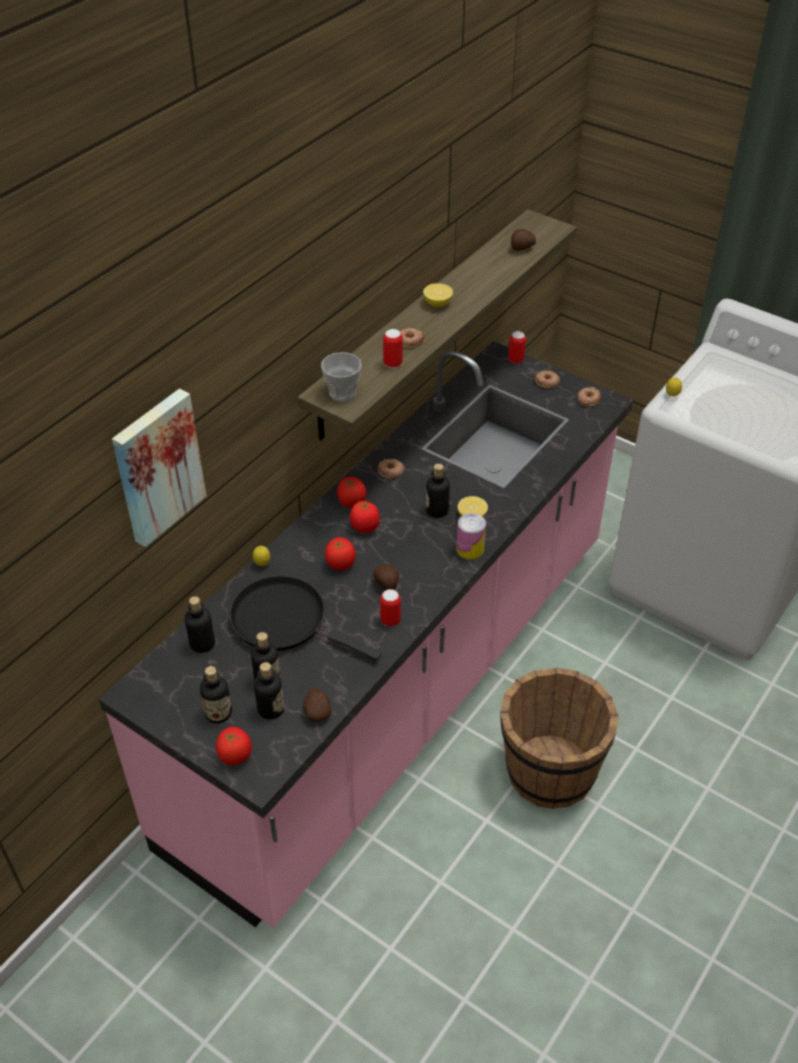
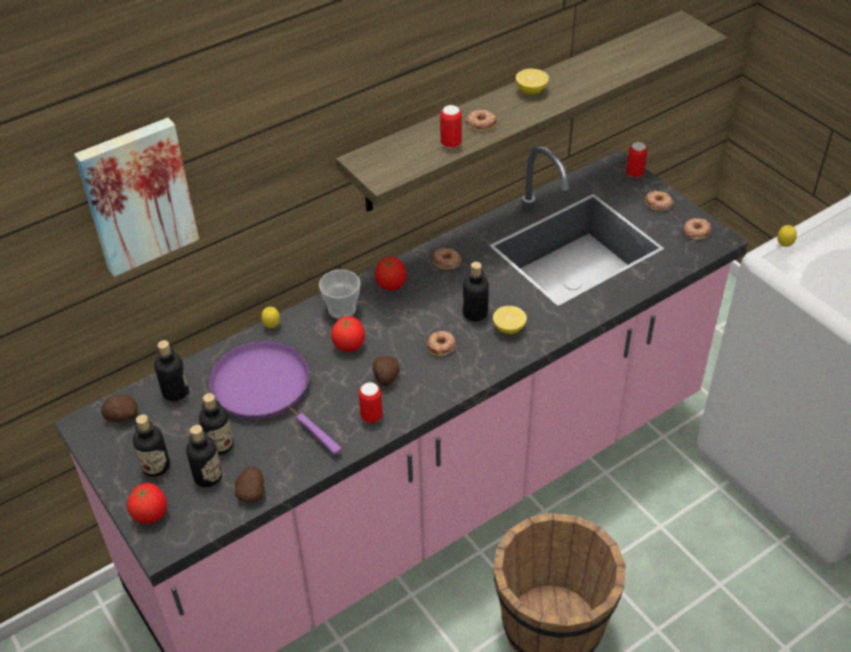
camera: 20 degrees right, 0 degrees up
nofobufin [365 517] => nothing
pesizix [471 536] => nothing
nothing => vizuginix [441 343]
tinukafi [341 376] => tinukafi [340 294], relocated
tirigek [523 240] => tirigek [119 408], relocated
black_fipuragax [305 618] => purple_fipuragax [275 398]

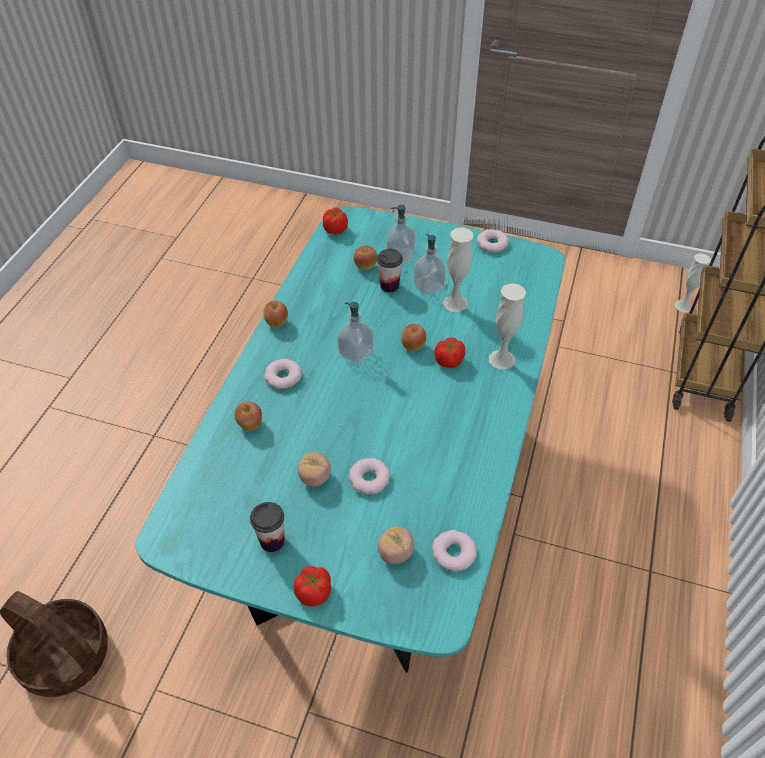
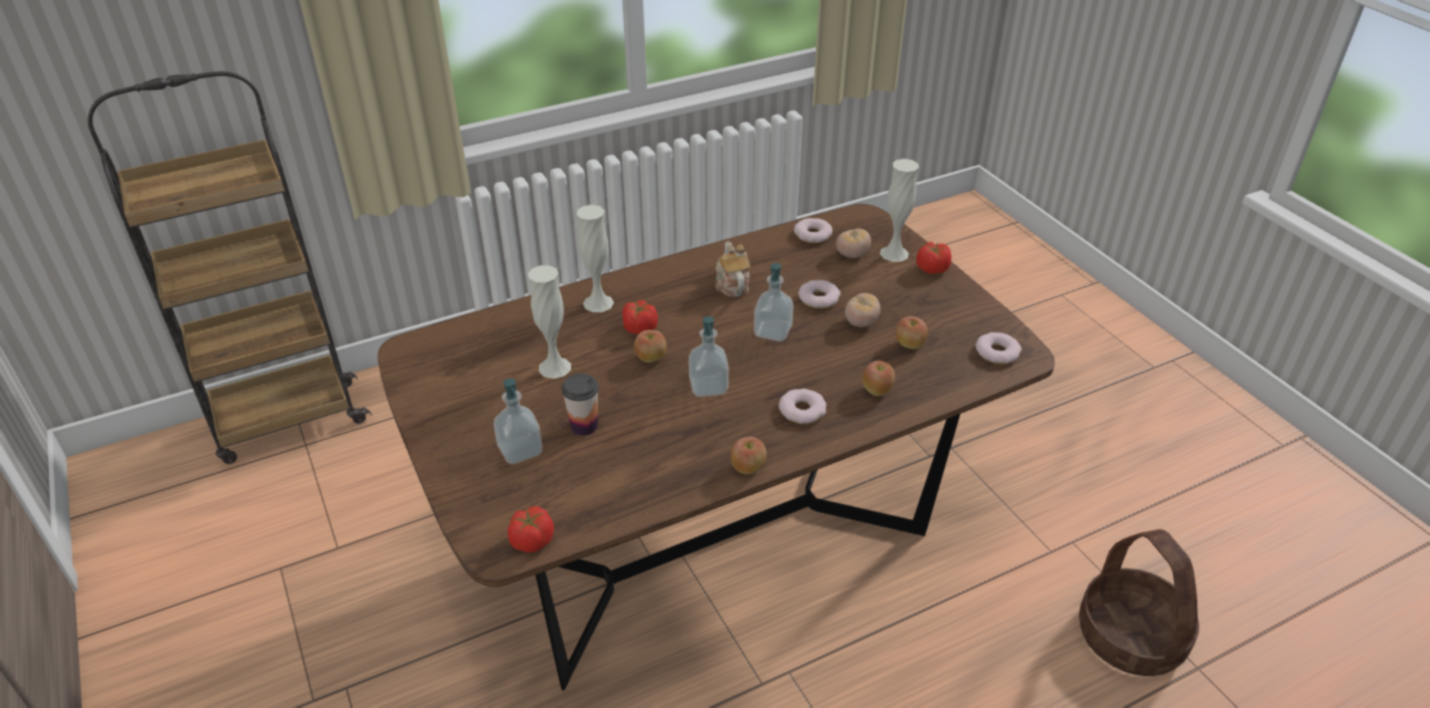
camera: 135 degrees left, 10 degrees down
tinukafi [267 527] => nothing
nothing => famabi [732 269]
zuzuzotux [365 258] => zuzuzotux [912 332], relocated
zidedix [430 264] => zidedix [774 302], relocated
vizuginix [493 240] => vizuginix [999 348], relocated
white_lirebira [692 282] => white_lirebira [899 210], relocated
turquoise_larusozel [350 439] => brown_larusozel [716 447]

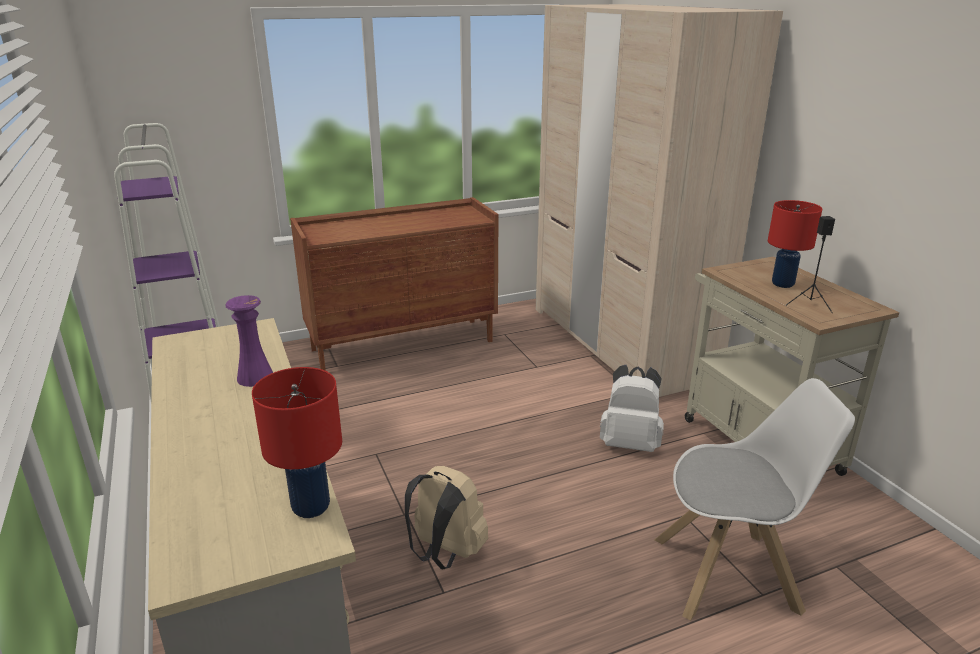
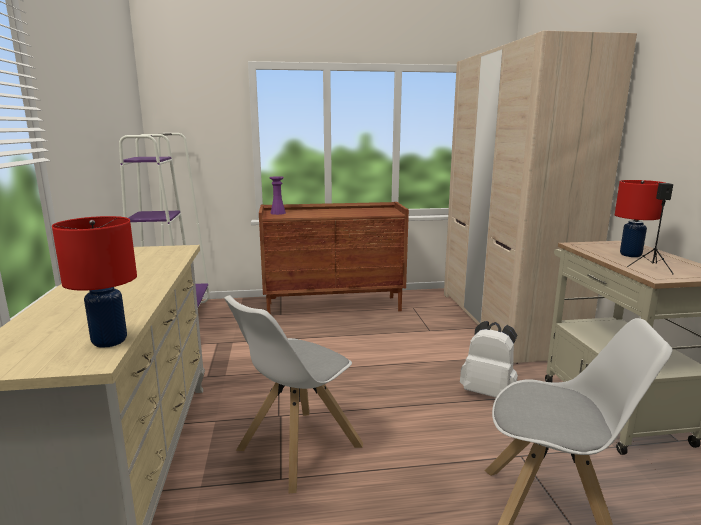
camera: 15 degrees right, 10 degrees down
purple_lirebira [249 341] => purple_lirebira [278 195], relocated
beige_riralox [446 517] => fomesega [293 394]

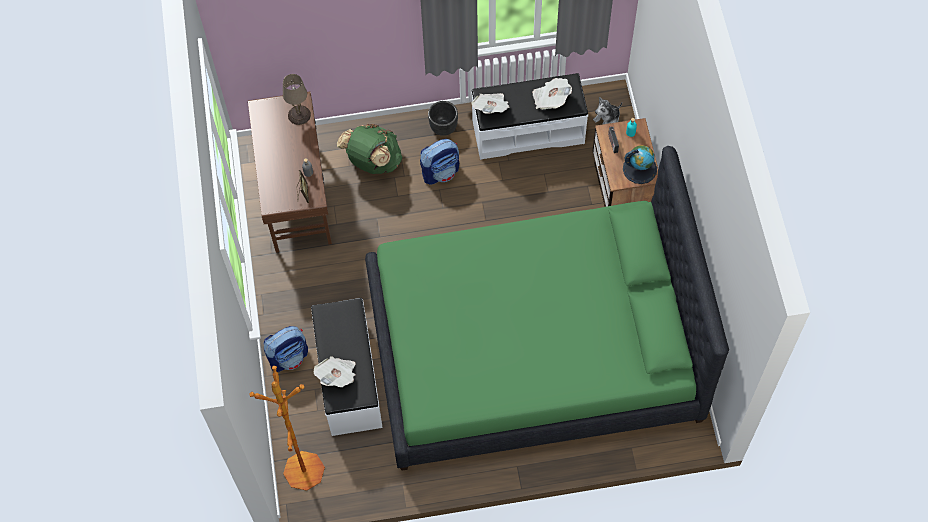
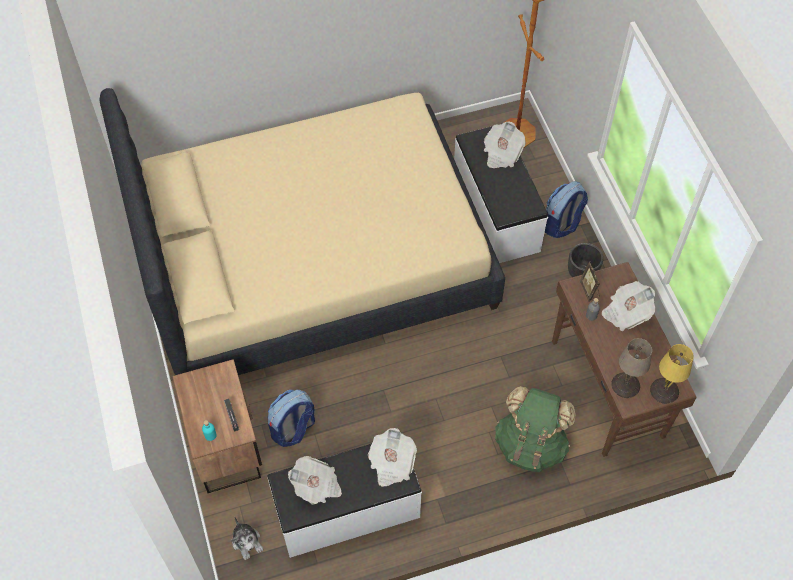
camera: 170 degrees right, 5 degrees down
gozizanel [640 164] => nothing
nothing => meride [629 306]
nothing => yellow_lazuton [672 374]
riralox [439 162] => riralox [291 418], relocated
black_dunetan [443 118] => black_dunetan [585 260], relocated
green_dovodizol [547 308] => beige_dovodizol [302 231]
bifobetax [607 110] => bifobetax [247 538], 105 degrees clockwise

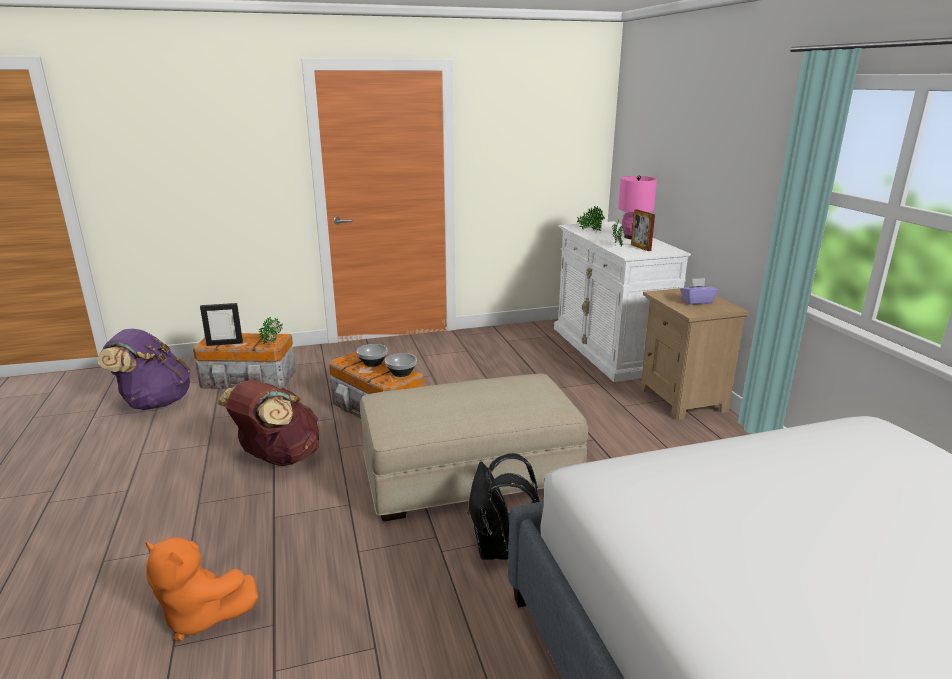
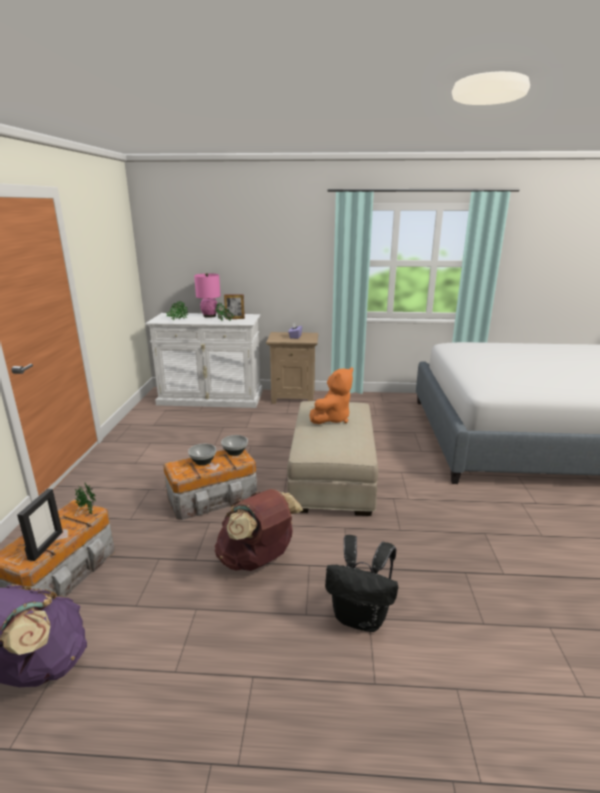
camera: 70 degrees left, 0 degrees up
orange_bifobetax [202 589] => orange_bifobetax [331 396], relocated
black_riralox [504 506] => black_riralox [361 583], relocated

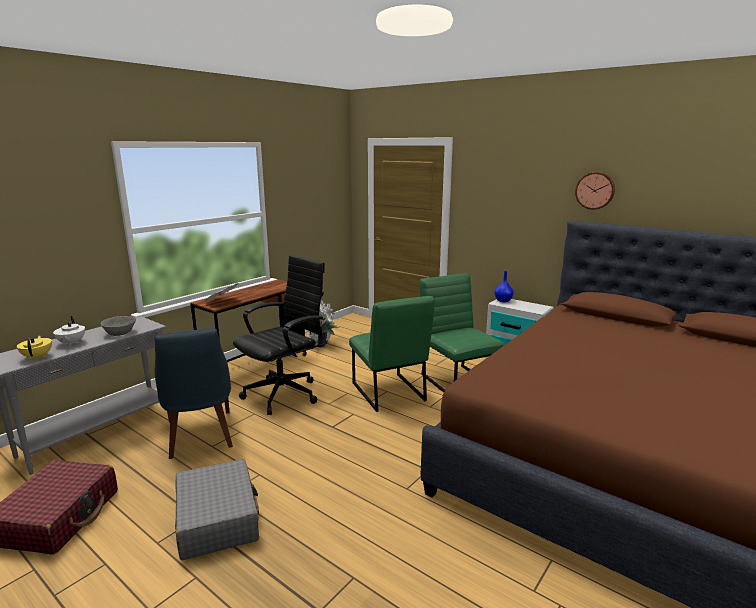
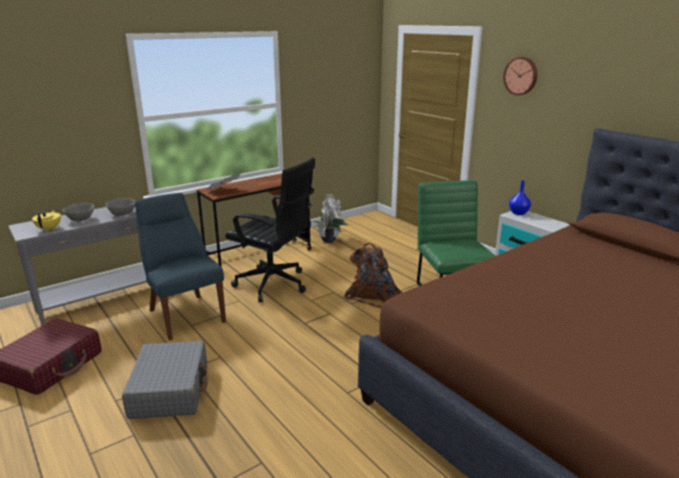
camera: 15 degrees right, 5 degrees up
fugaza [595 191] => fugaza [520 76], relocated
white_famabi [69 331] => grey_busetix [78 212]
green_fomesega [392 354] => brown_riralox [373 275]
blue_fomesega [194 393] => blue_fomesega [180 267], 150 degrees clockwise
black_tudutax [279 335] => black_tudutax [270 229], 60 degrees clockwise

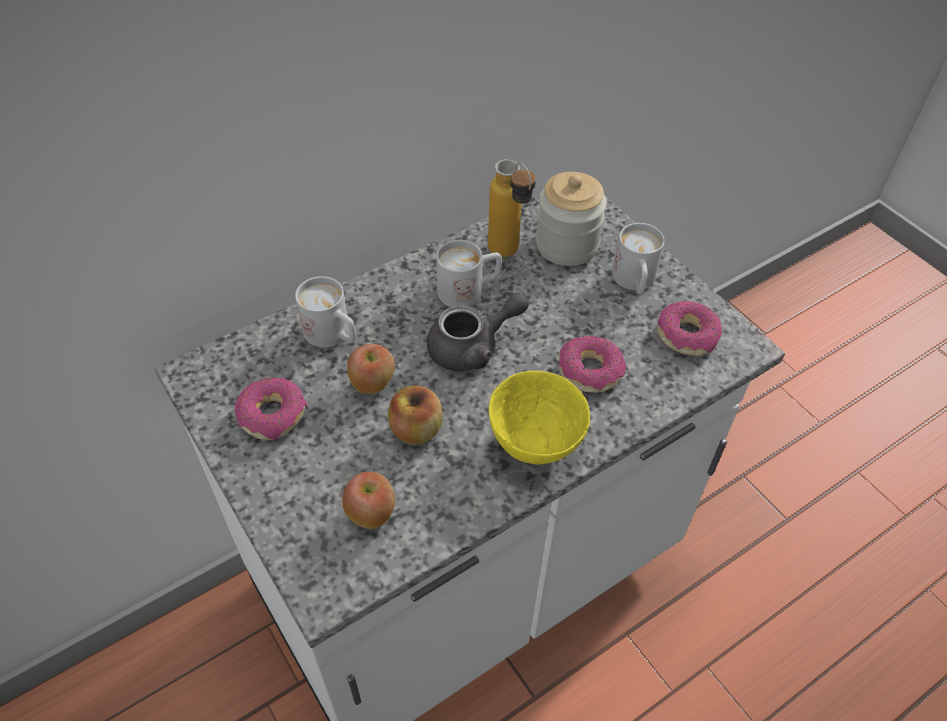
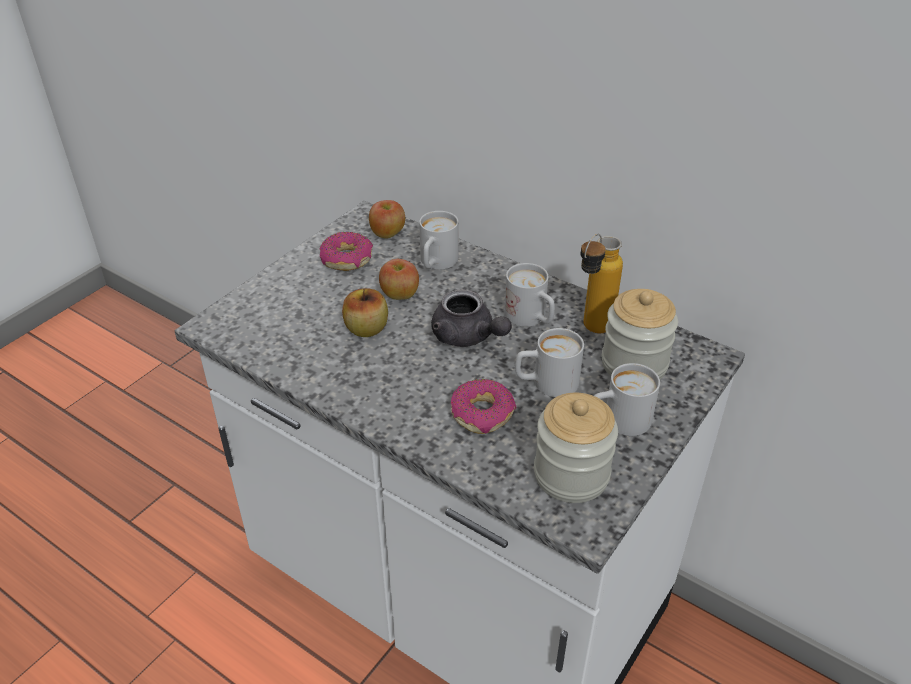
camera: 70 degrees right, 10 degrees down
yellow_busetix [539 418] => nothing
nothing => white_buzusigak [549 362]
zuzuzotux [368 500] => zuzuzotux [387 219], relocated
vizuginix [689 328] => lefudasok [576 448]

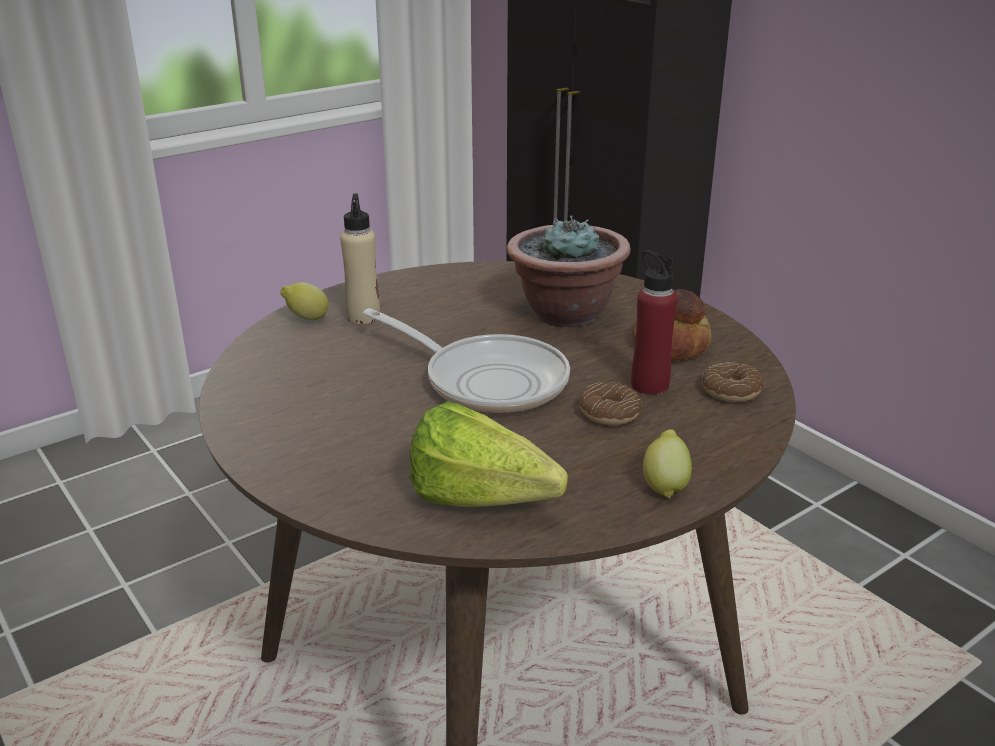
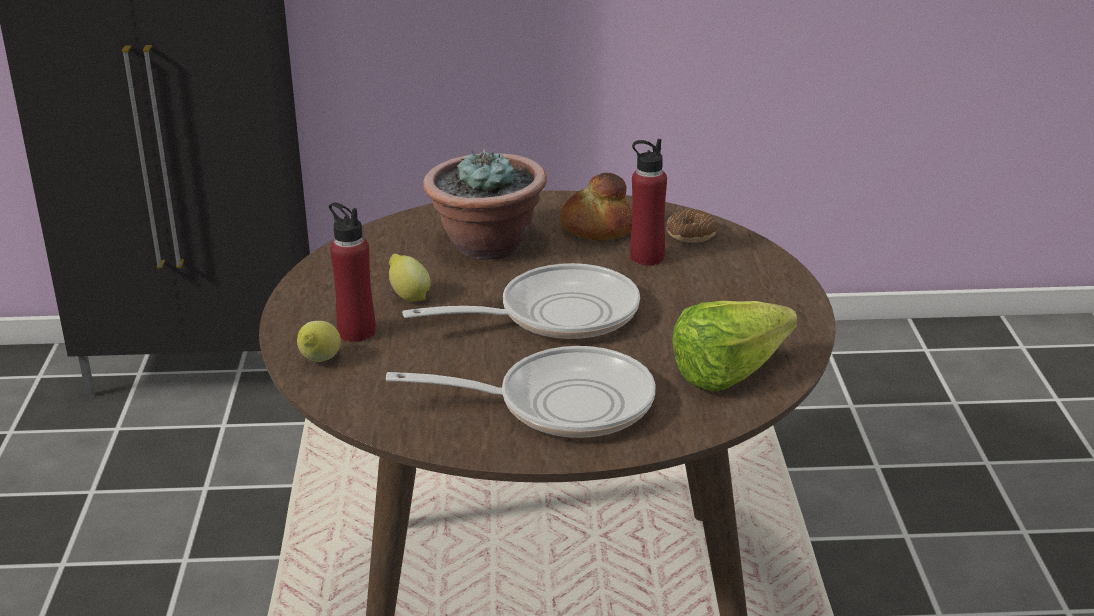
camera: 55 degrees left, 0 degrees up
vizuginix [610 403] => nothing
nothing => fipuragax [521 392]
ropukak [667 463] => ropukak [410 278], relocated
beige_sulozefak [360 258] => red_sulozefak [352 272]

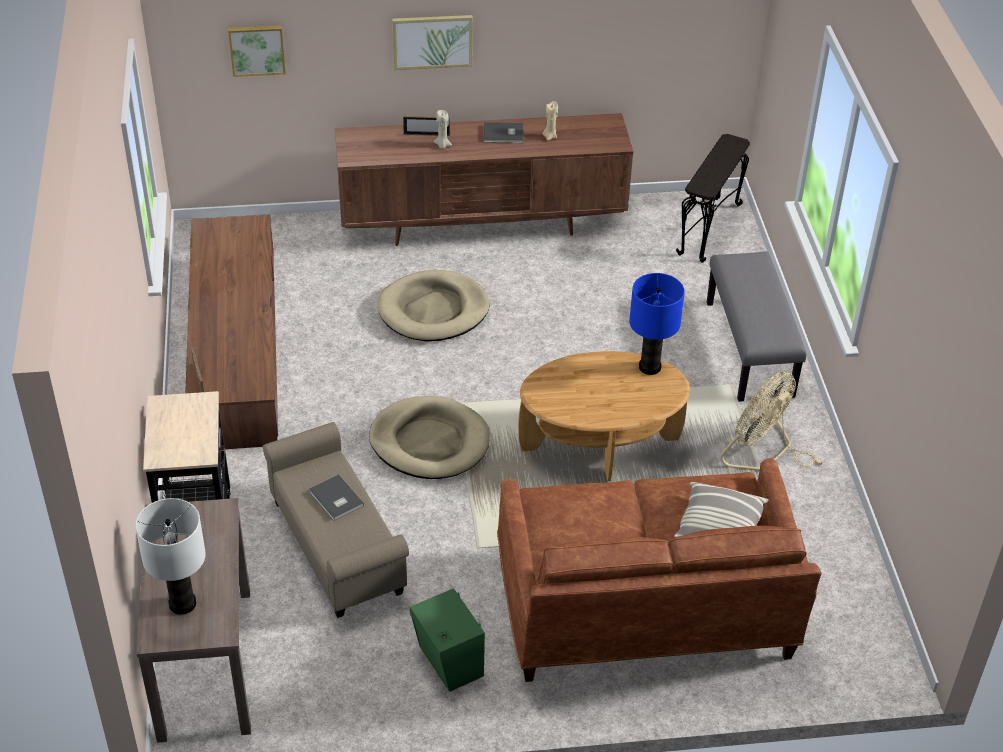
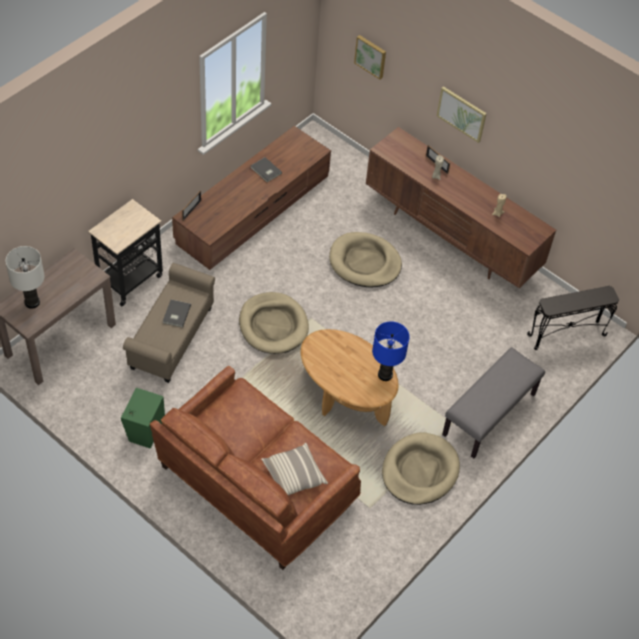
camera: 45 degrees right, 10 degrees up
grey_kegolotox [503 132] => grey_kegolotox [266 169], relocated
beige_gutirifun [771 421] => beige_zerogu [421 468]

